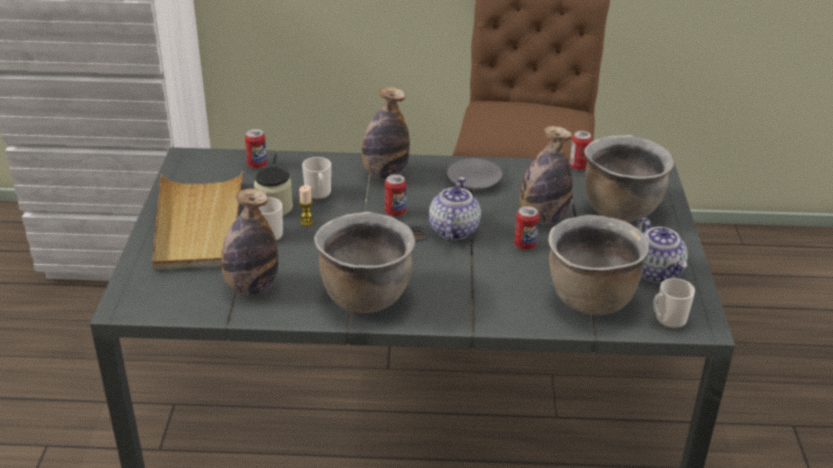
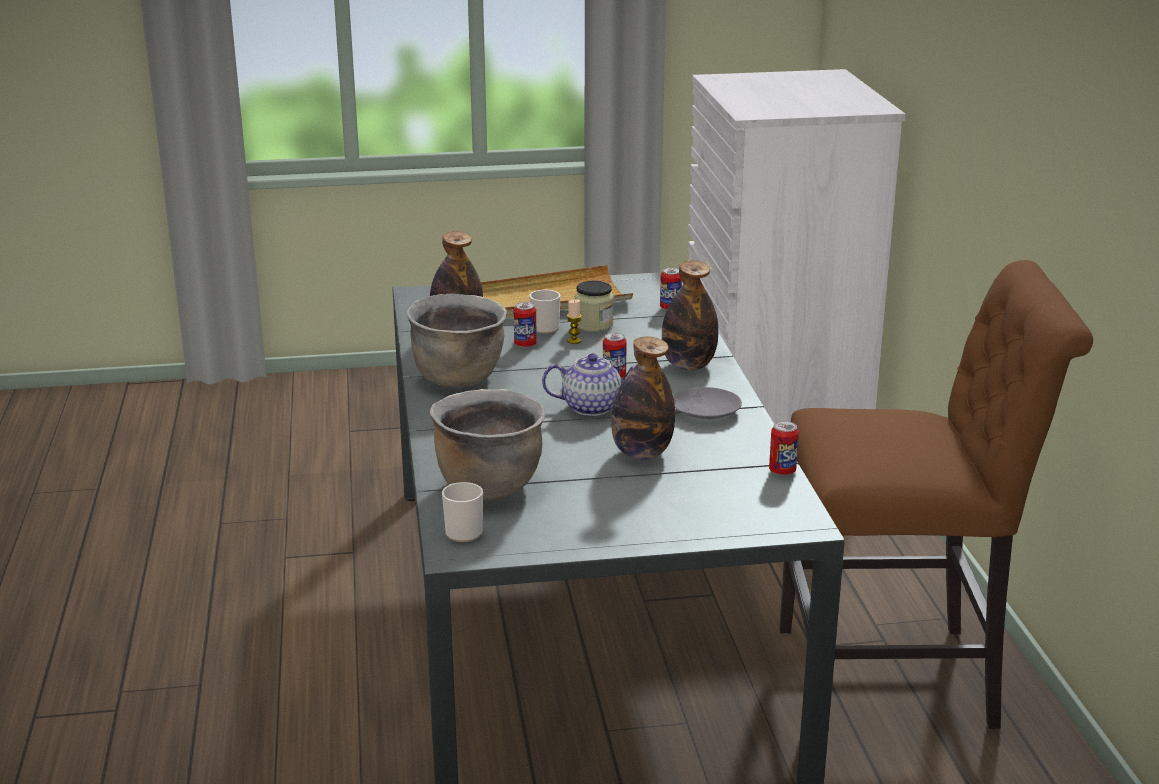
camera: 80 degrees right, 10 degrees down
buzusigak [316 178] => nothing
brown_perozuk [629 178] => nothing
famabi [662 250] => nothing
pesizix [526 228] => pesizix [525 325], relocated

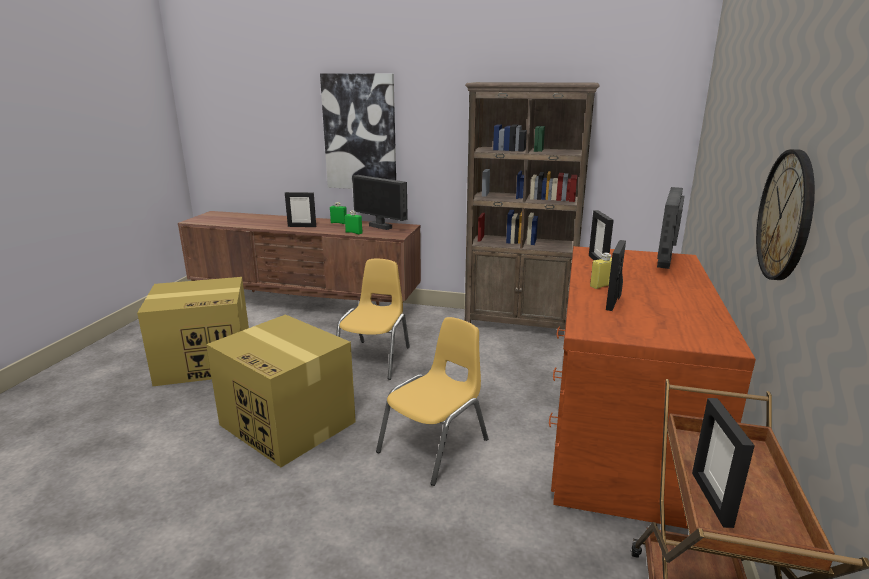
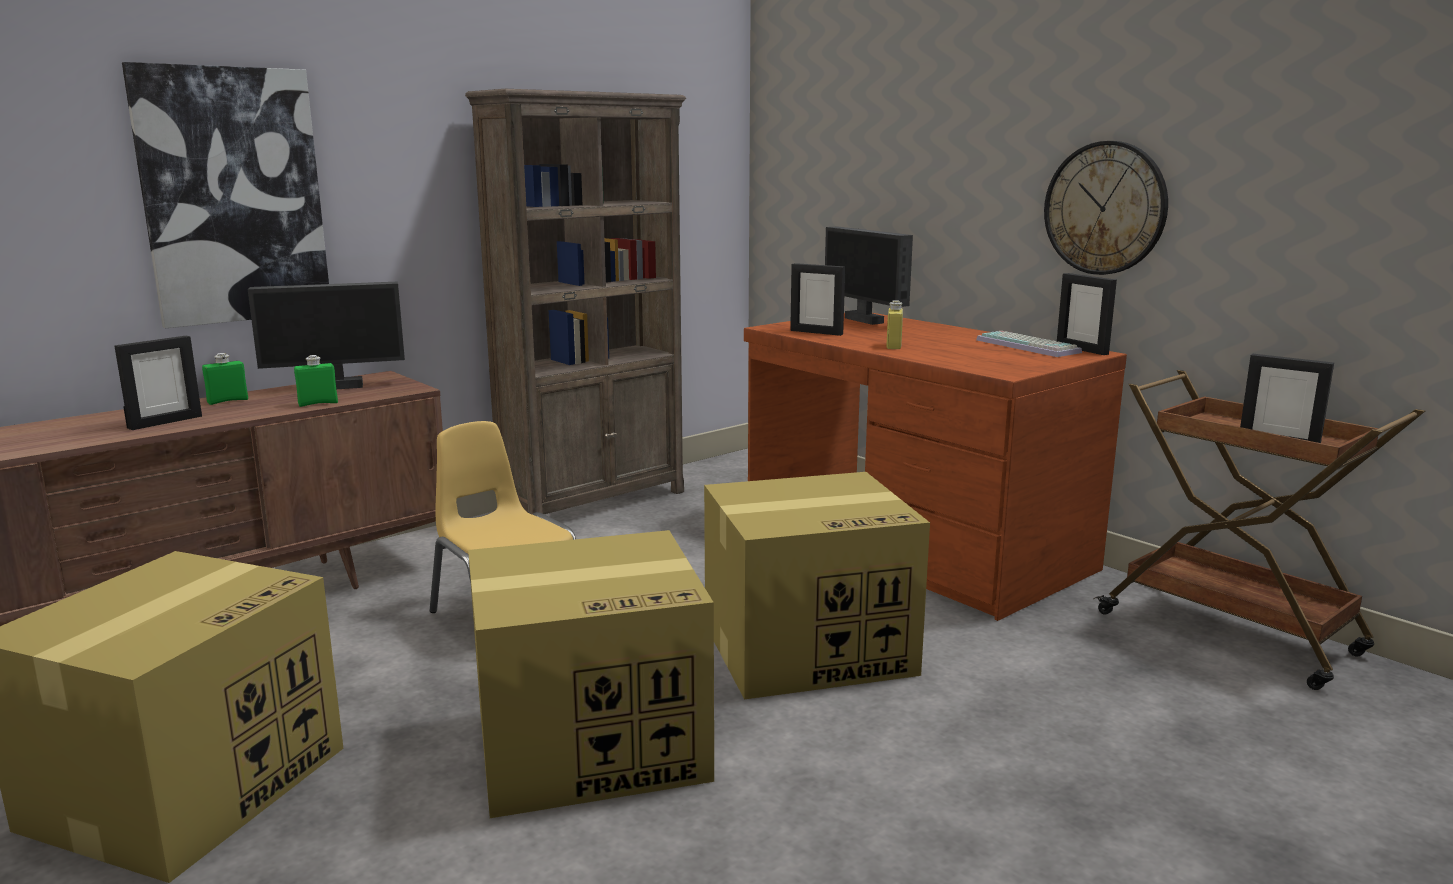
camera: 55 degrees left, 5 degrees down
nothing => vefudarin [1029 344]
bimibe [616 275] => bimibe [1087 314], relocated
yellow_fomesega [432 401] => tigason [817 585]

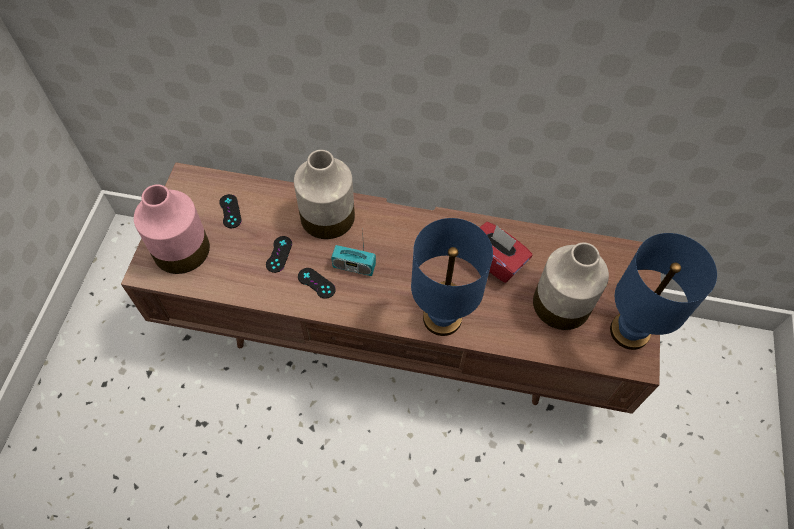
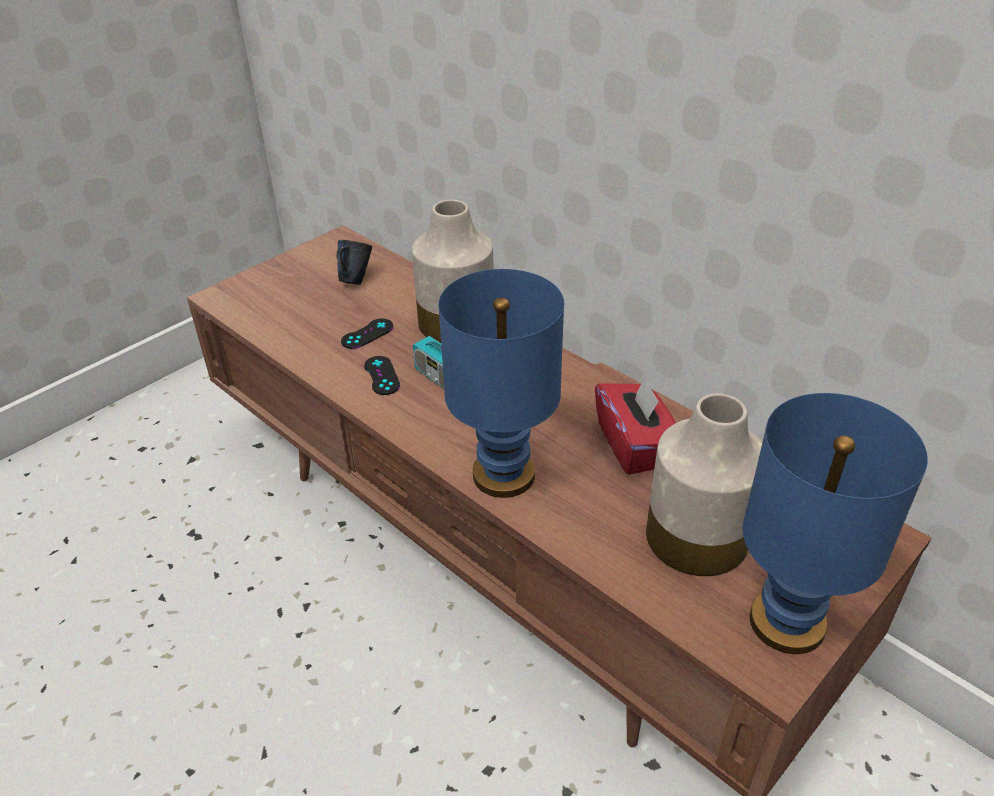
camera: 35 degrees right, 20 degrees down
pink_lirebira [172 229] => nothing
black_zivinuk [230 211] => blue_buzusigak [354 262]

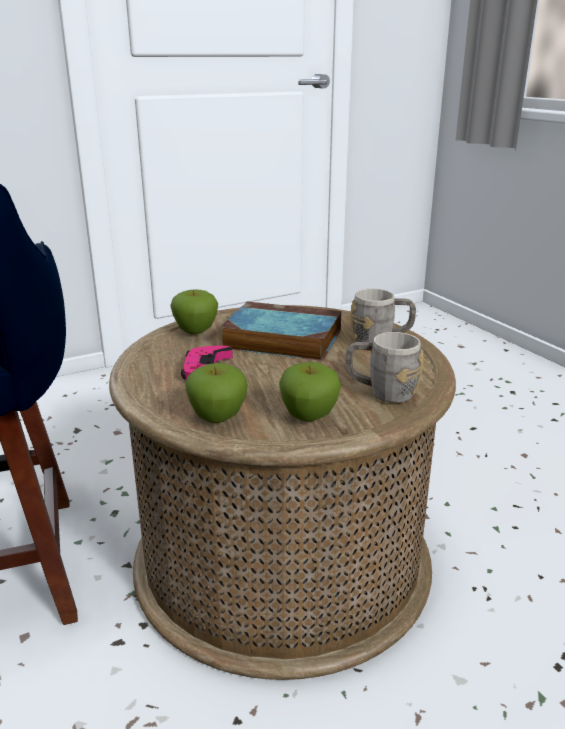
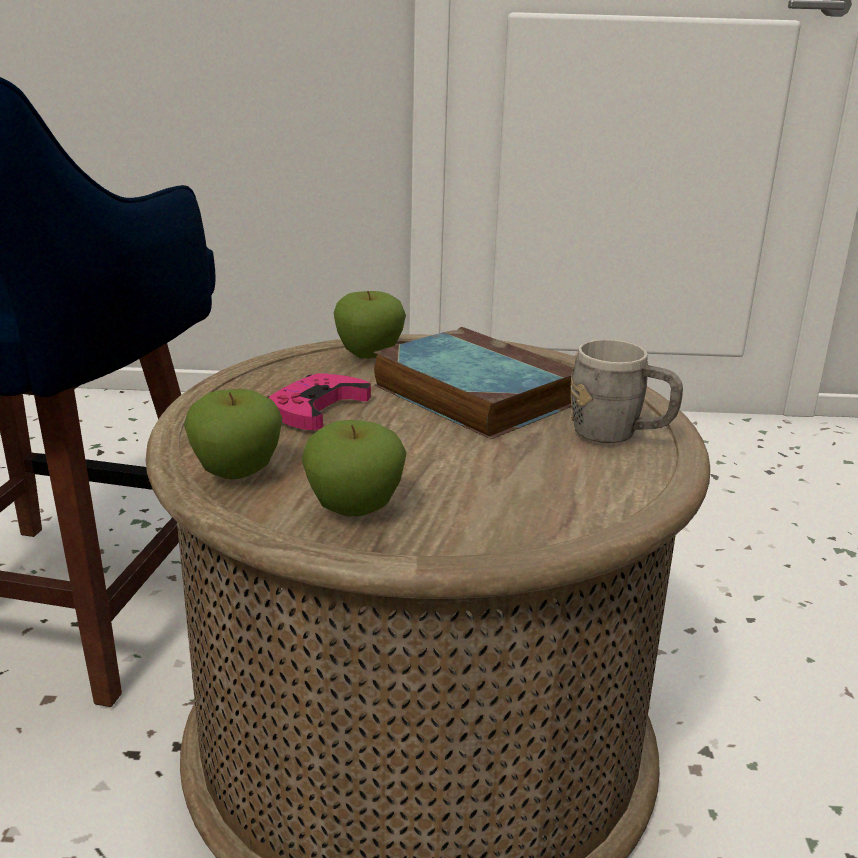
camera: 30 degrees right, 0 degrees up
grey_buzusigak [385 367] => nothing

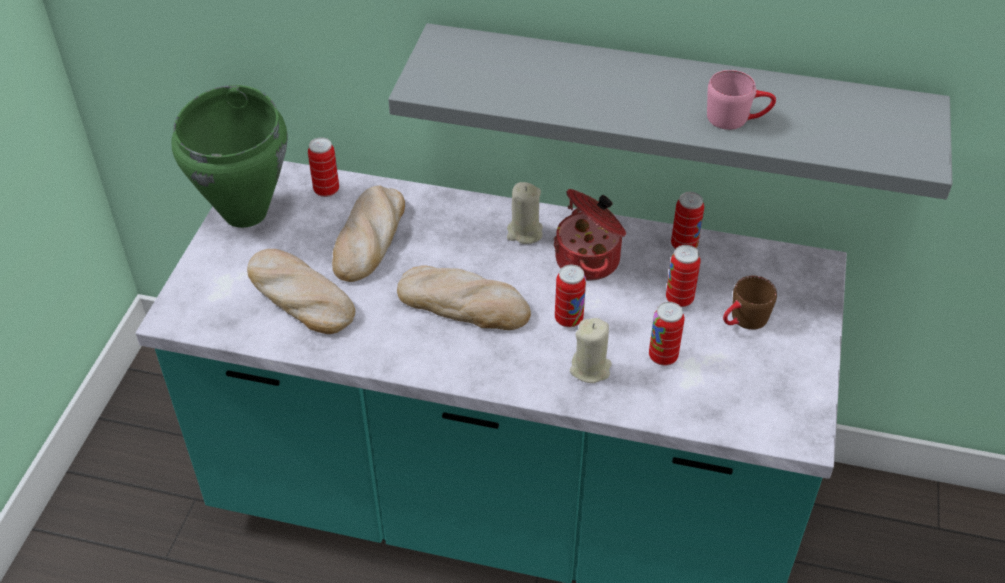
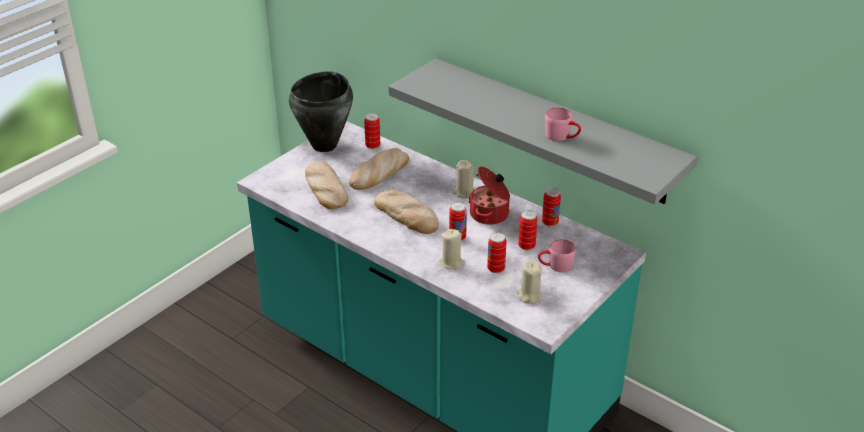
camera: 25 degrees right, 10 degrees down
nothing => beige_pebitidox [529 282]
green_perozuk [229 156] => black_perozuk [321 111]
brown_buzusigak [750 303] => pink_buzusigak [557 255]

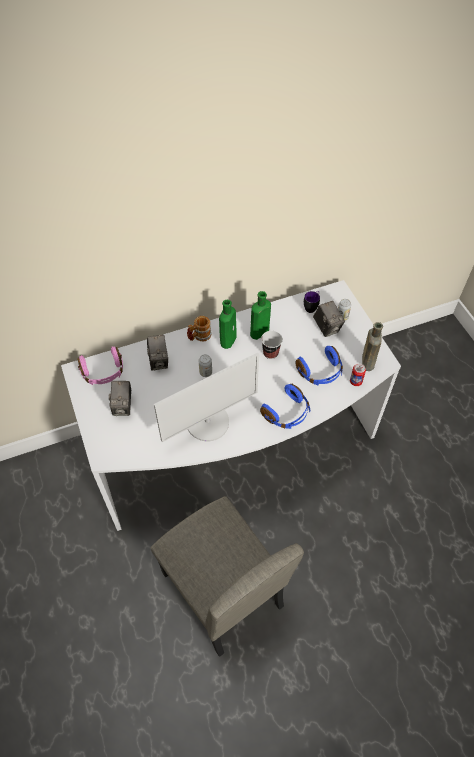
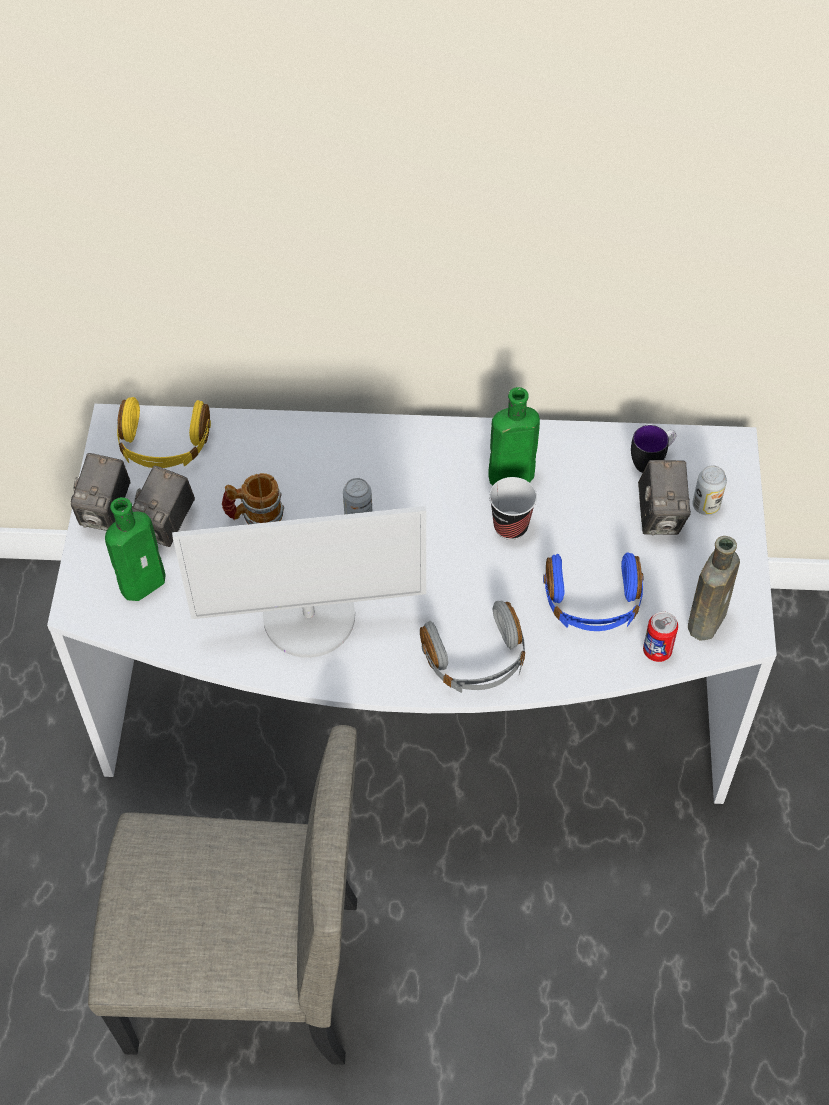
camera: 25 degrees right, 0 degrees up
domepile [157 352] => domepile [101 492], relocated
buzusigak [199 329] => buzusigak [253 498], relocated
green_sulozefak [228 324] => green_sulozefak [138 549], relocated
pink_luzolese [100 366] => yellow_luzolese [164 432]
blue_luzolese [285 406] => grey_luzolese [472 647]
beige_fomesega [227 576] => beige_fomesega [222 895], 75 degrees counterclockwise

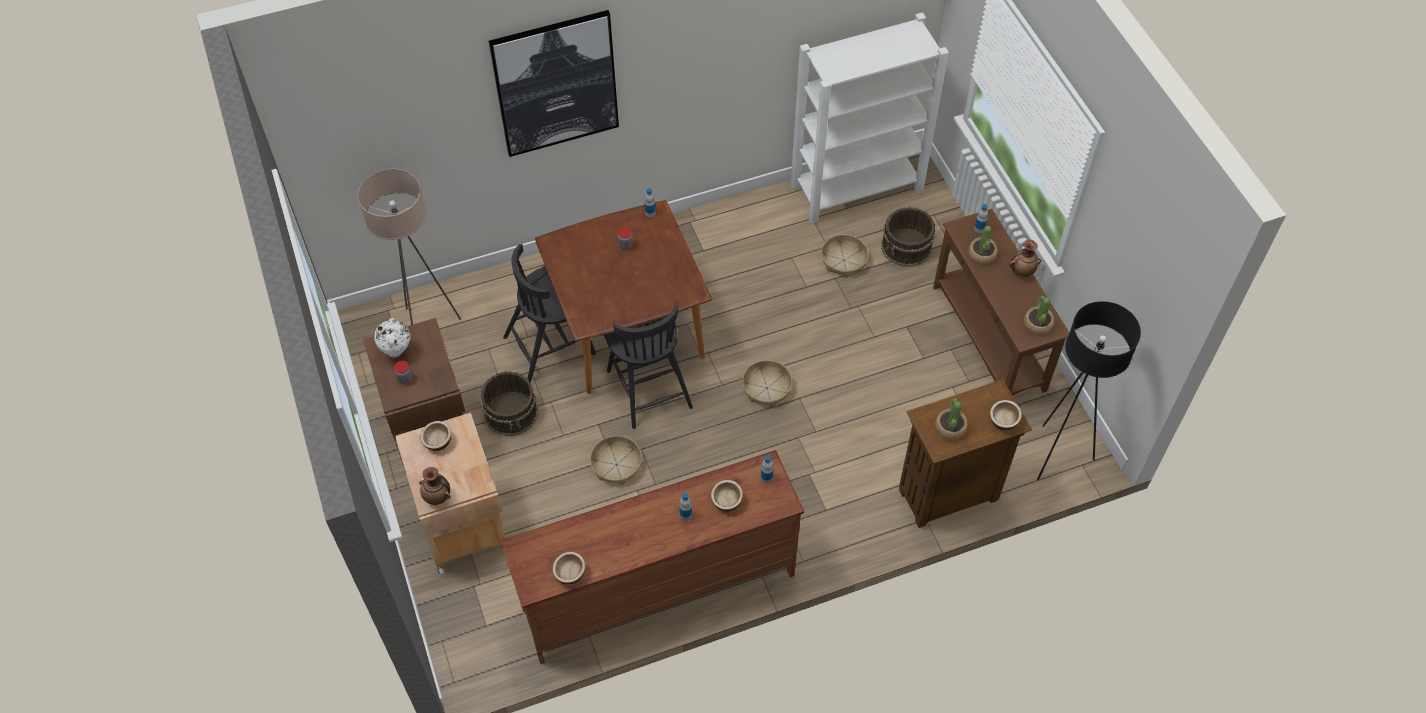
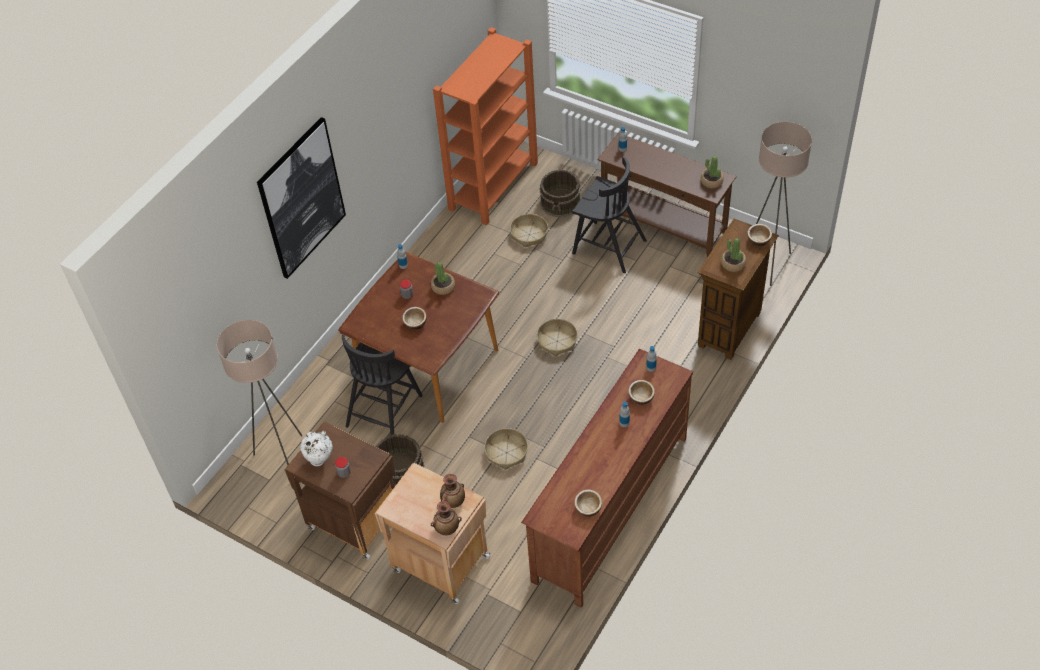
camera: 35 degrees left, 5 degrees down
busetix [436 436] => busetix [414 318], relocated
black_fomesega [648 365] => black_fomesega [609 215], relocated
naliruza [983 245] => naliruza [443 278], relocated
lirebira [1025 258] => lirebira [452 491], relocated
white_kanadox [870 118] => orange_kanadox [485 126]
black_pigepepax [1089 390] => beige_pigepepax [784 204]

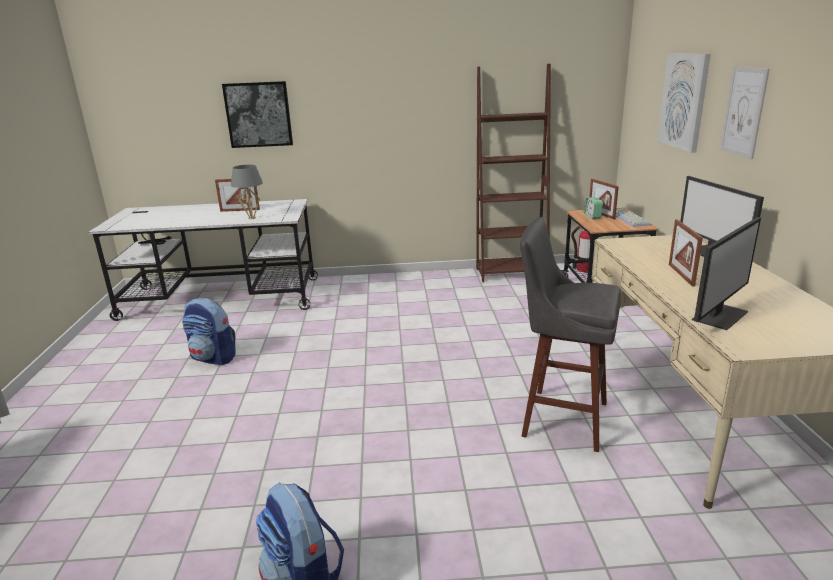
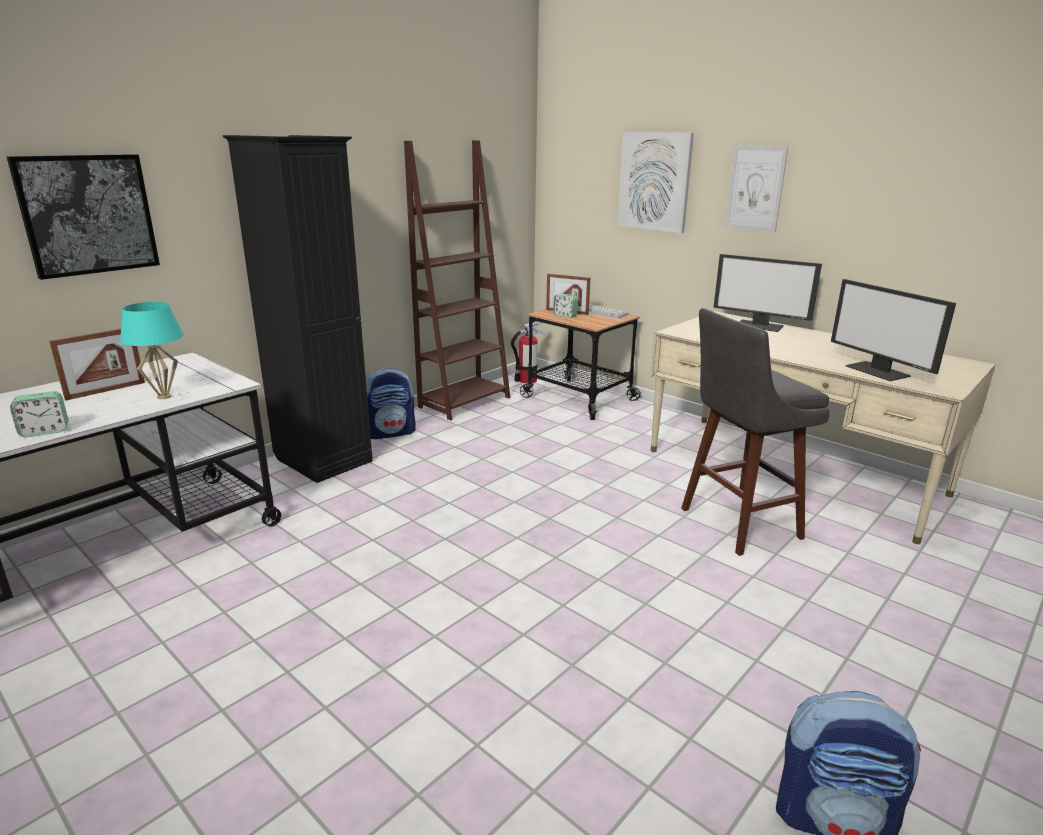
camera: 45 degrees left, 0 degrees up
bimibe [686 253] => nothing
nothing => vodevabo [39 414]
nothing => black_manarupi [298 309]
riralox [209 332] => riralox [391 403], relocated
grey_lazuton [247 192] => turquoise_lazuton [151 350]
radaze [726 273] => radaze [893 330], 150 degrees clockwise

